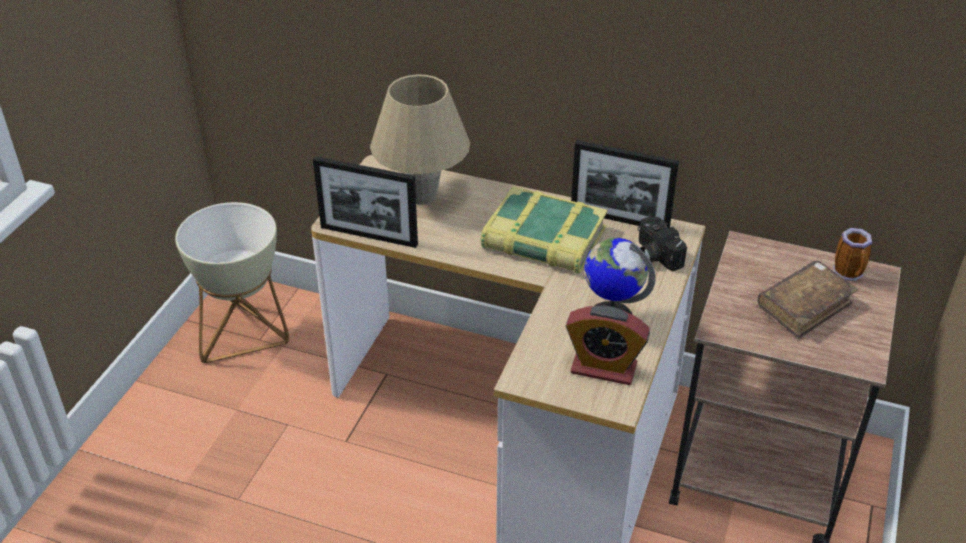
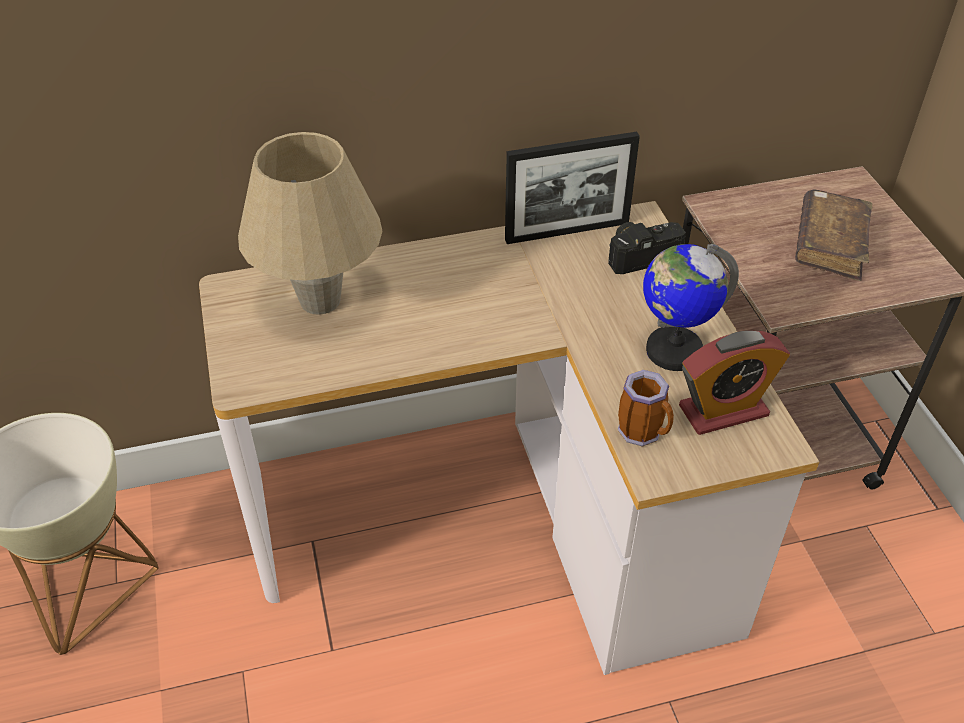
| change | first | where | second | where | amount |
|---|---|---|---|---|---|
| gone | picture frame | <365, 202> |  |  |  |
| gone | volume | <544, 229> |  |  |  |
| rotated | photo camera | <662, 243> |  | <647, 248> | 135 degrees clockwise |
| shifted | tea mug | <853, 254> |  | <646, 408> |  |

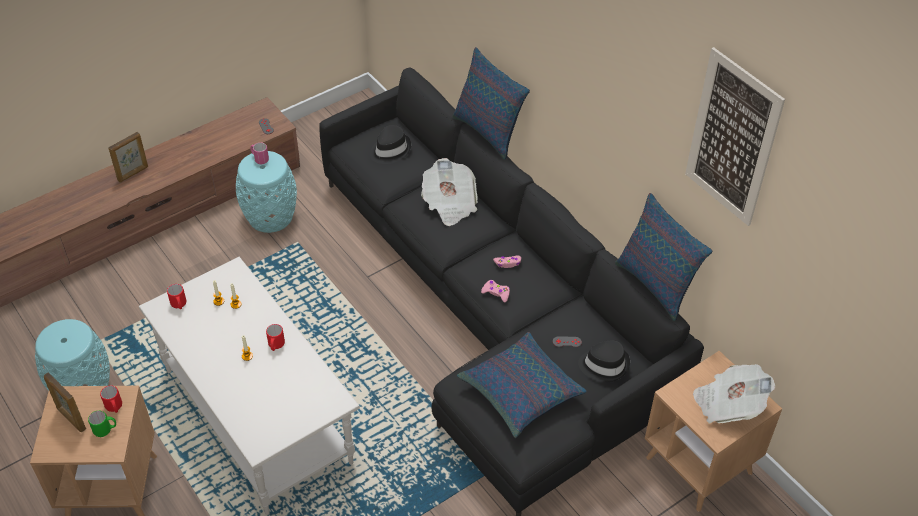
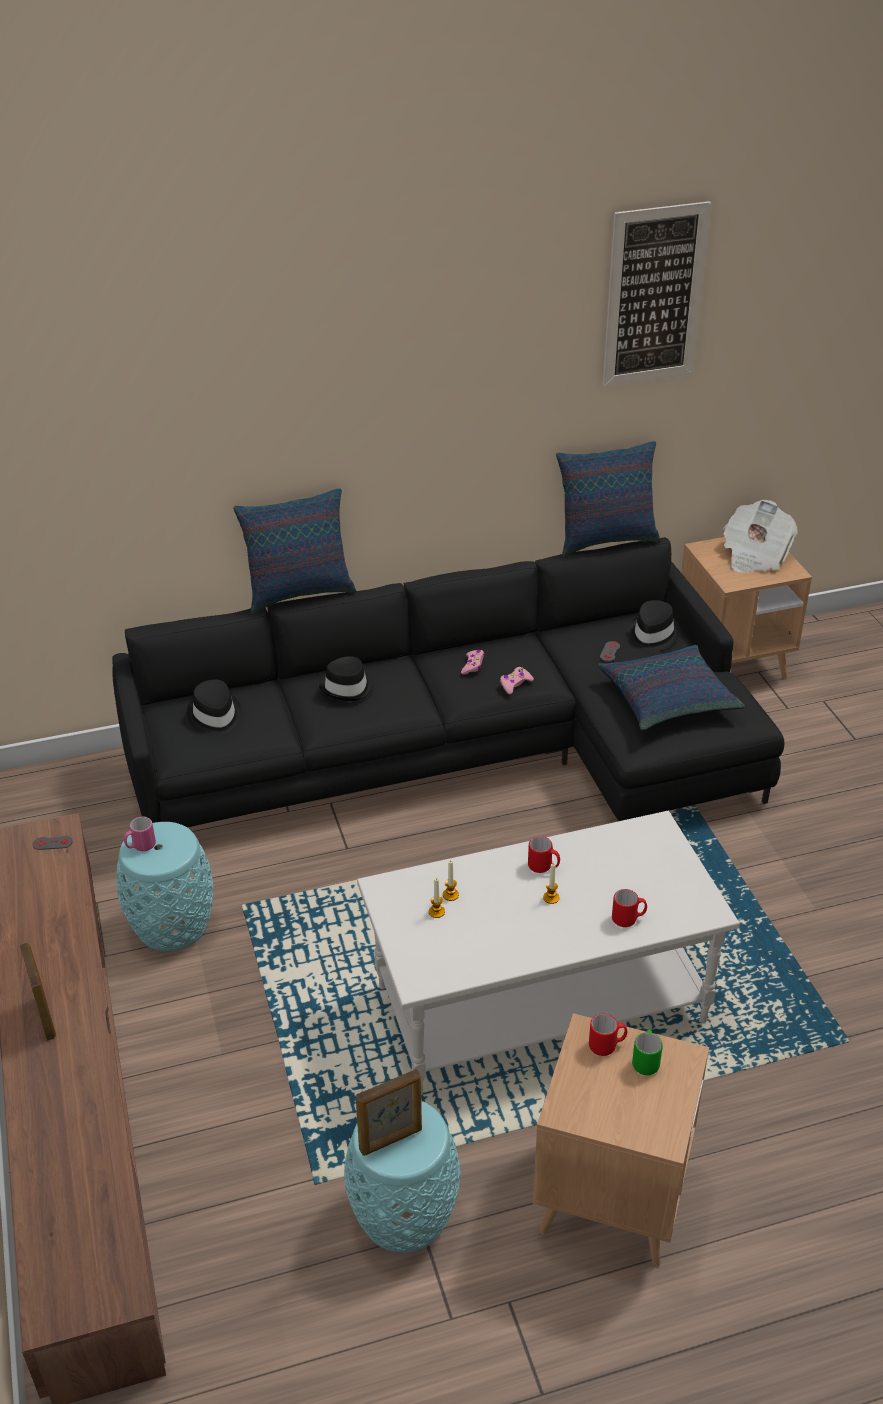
| change | first | where | second | where | amount |
|---|---|---|---|---|---|
| swapped | newspaper | <449, 192> | black-coloured clothing hat | <346, 678> |  |
| shifted | reddish tea mug | <176, 296> |  | <629, 908> |  |
| shifted | picture frame | <65, 402> |  | <389, 1112> |  |

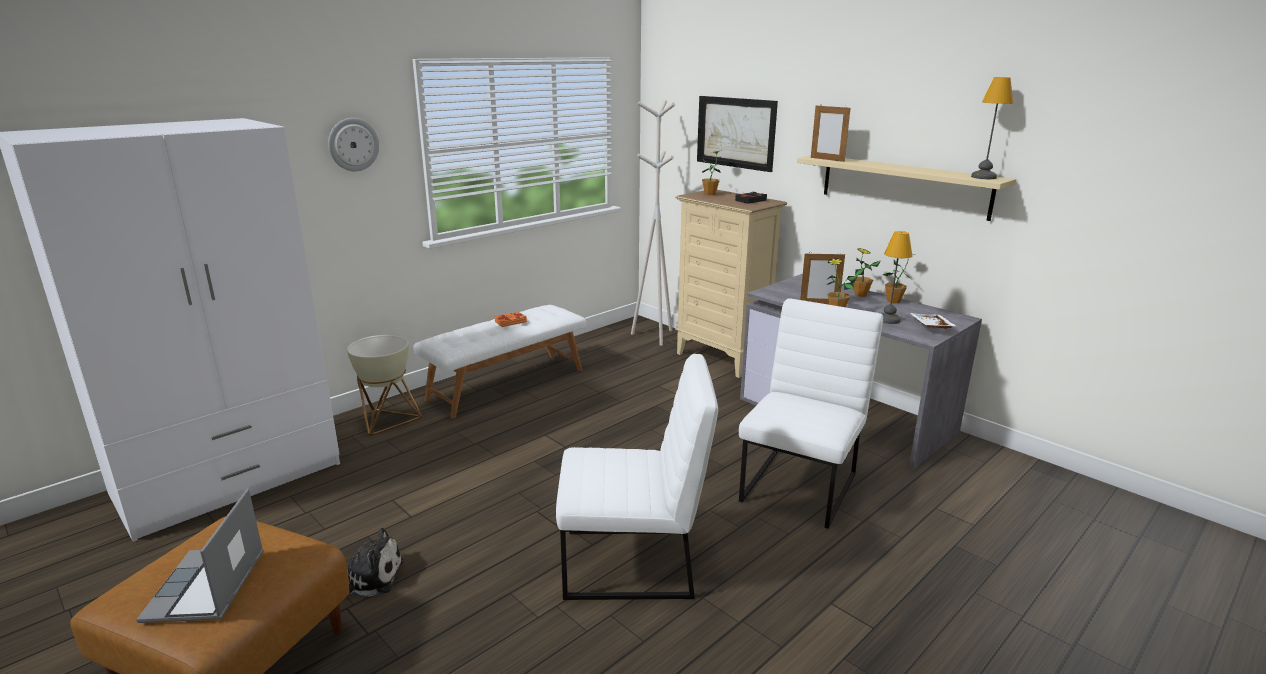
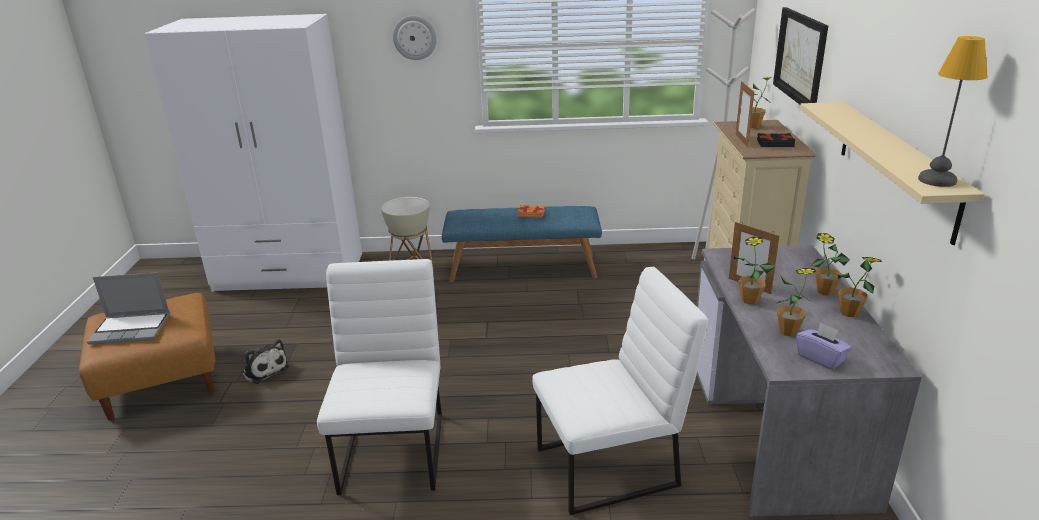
| change | first | where | second | where | amount |
|---|---|---|---|---|---|
| shifted | picture frame | <831, 134> |  | <745, 114> |  |
| swapped | table lamp | <896, 277> | plant in a pot | <796, 302> |  |
| repainted | white-coloured indoor bench | <499, 362> | blue-coloured indoor bench | <522, 244> |  |
| swapped | white-coloured carrying tray | <933, 321> | purple tissue box | <824, 346> |  |
| rotated | white-coloured plain chair | <637, 477> |  | <379, 377> | 135 degrees counterclockwise |
| rotated | portable computer | <199, 556> |  | <128, 308> | 135 degrees counterclockwise |

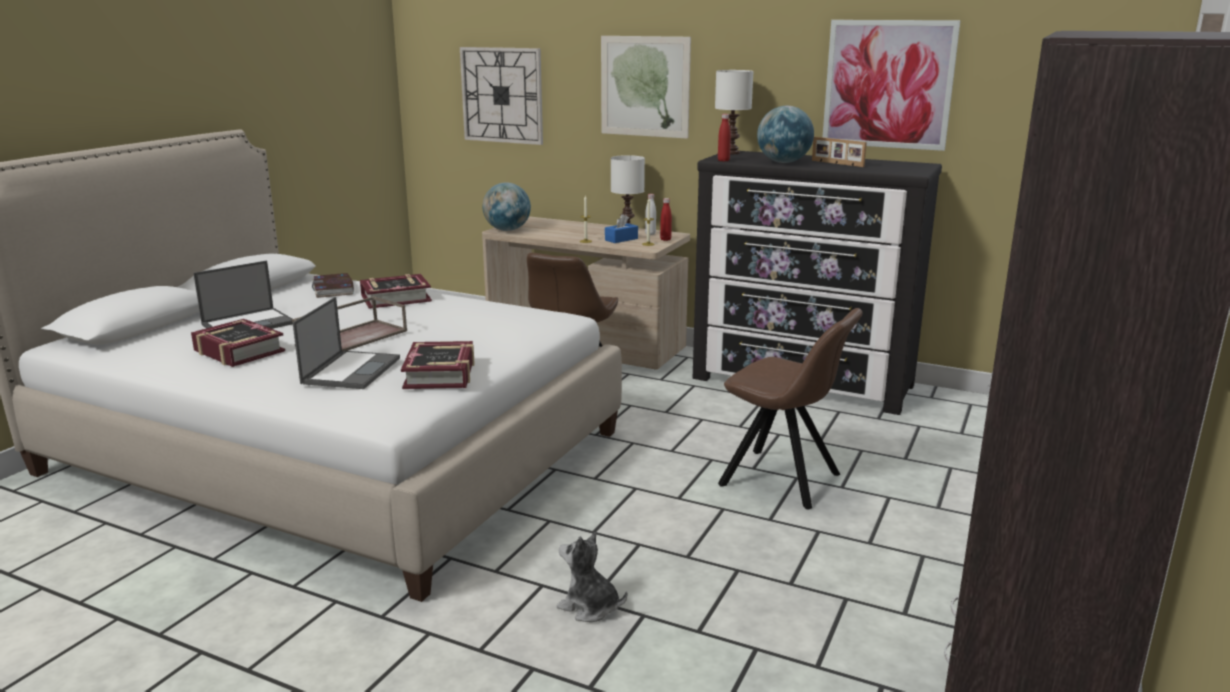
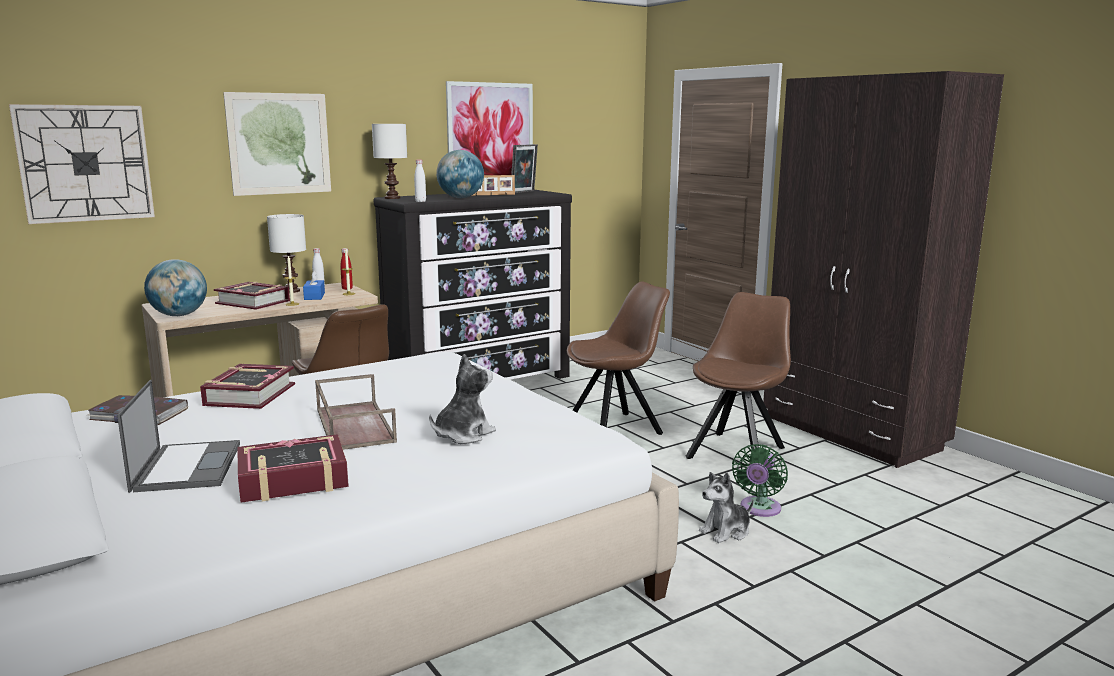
| change | first | where | second | where | amount |
|---|---|---|---|---|---|
| repainted | reddish bottle | <724, 138> | white-coloured bottle | <420, 181> |  |
| swapped | portable computer | <346, 343> | soft toy | <462, 399> |  |
| shifted | volume | <438, 365> |  | <252, 296> |  |
| new |  |  | picture frame | <524, 168> |  |
| new |  |  | brownish plain chair | <738, 375> |  |
| new |  |  | green electric fan | <760, 480> |  |

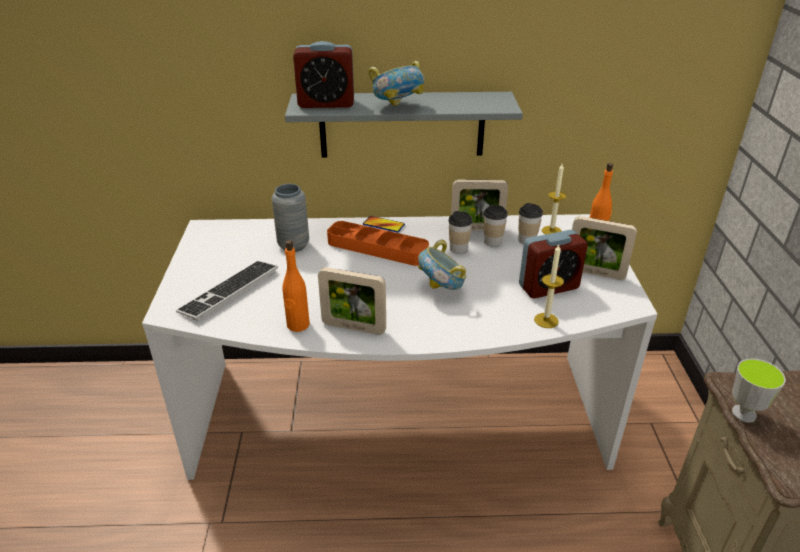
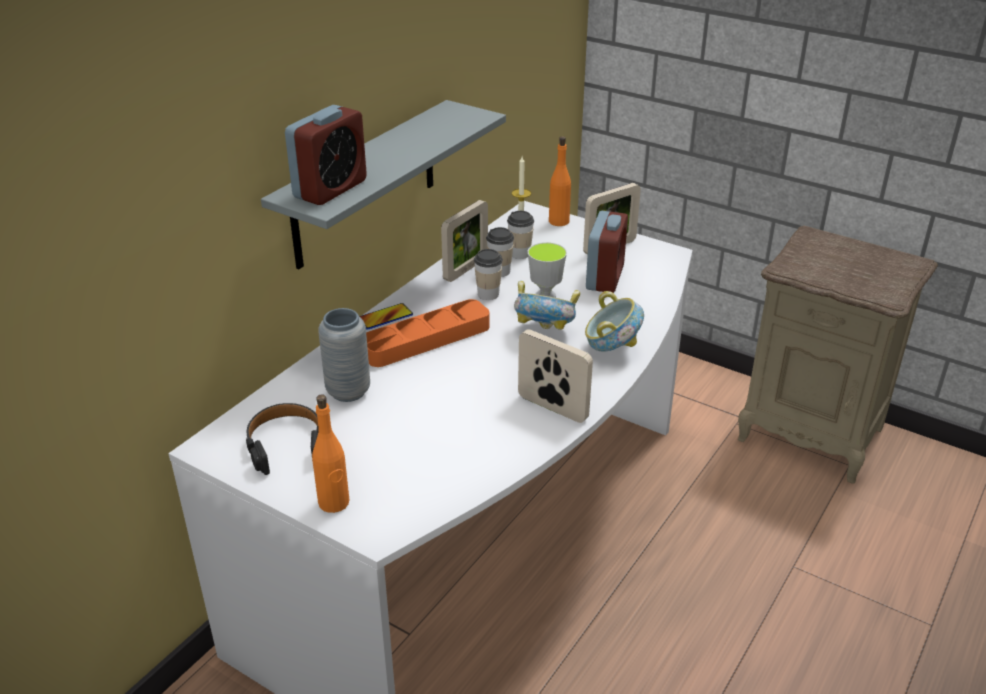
| change | first | where | second | where | amount |
|---|---|---|---|---|---|
| shifted | deep dish | <396, 83> |  | <614, 321> |  |
| shifted | orange-coloured bottle | <296, 286> |  | <330, 453> |  |
| gone | wax candle | <549, 286> |  |  |  |
| gone | PC keyboard | <227, 291> |  |  |  |
| rotated | picture frame | <352, 301> |  | <555, 376> | 105 degrees counterclockwise |
| shifted | cup | <759, 390> |  | <547, 270> |  |
| new |  |  | black-coloured headphones | <282, 439> |  |

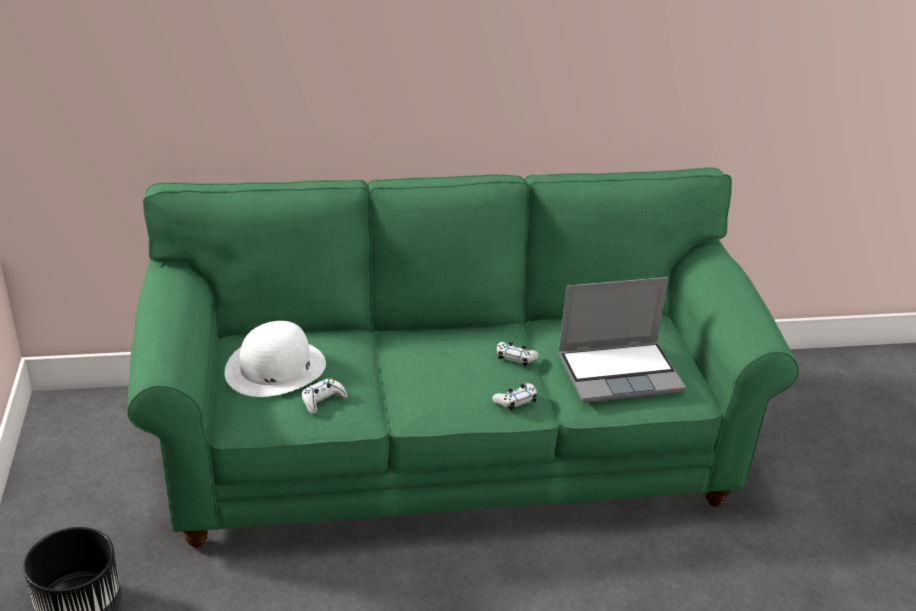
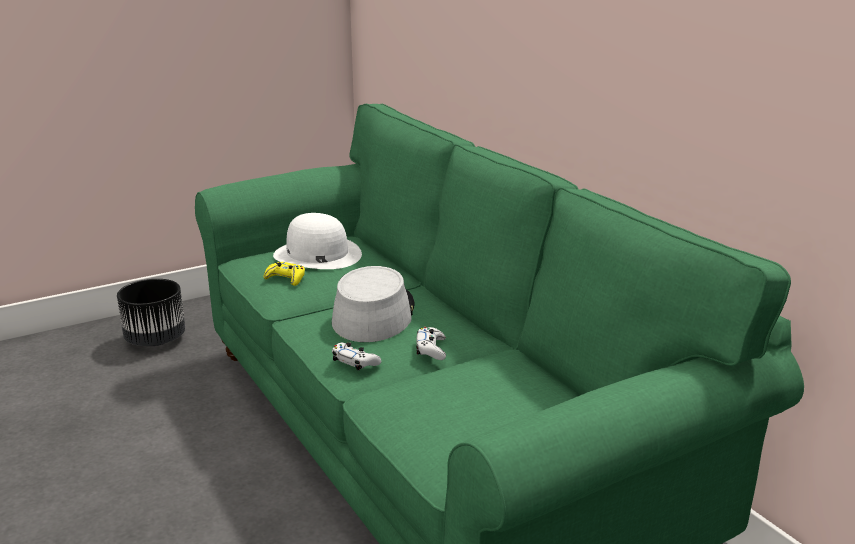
| change | first | where | second | where | amount |
|---|---|---|---|---|---|
| gone | portable computer | <622, 340> |  |  |  |
| repainted | white-coloured game controller | <324, 396> | yellow game controller | <284, 274> |  |
| new |  |  | gray clothing hat | <373, 304> |  |

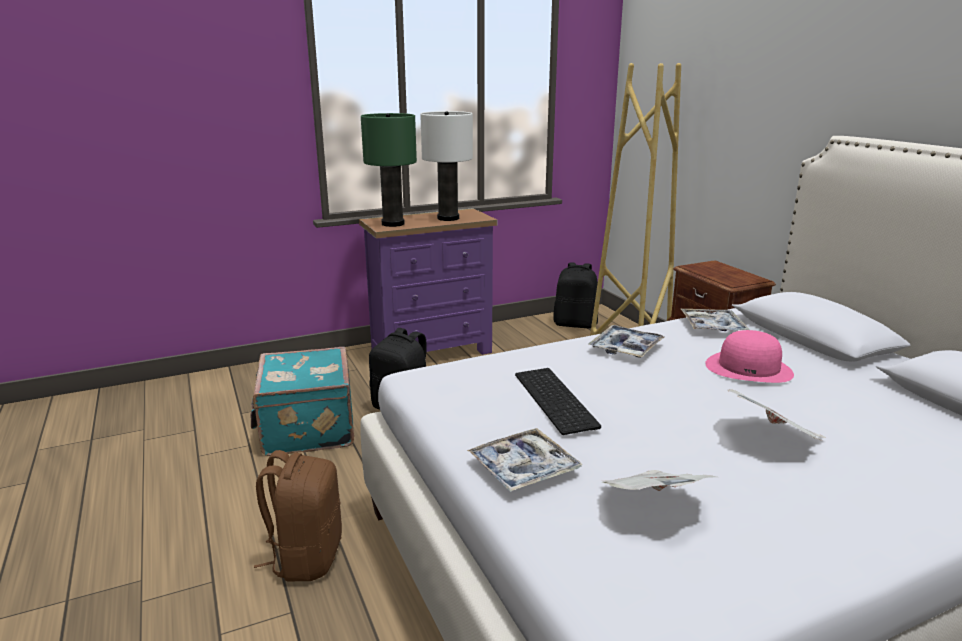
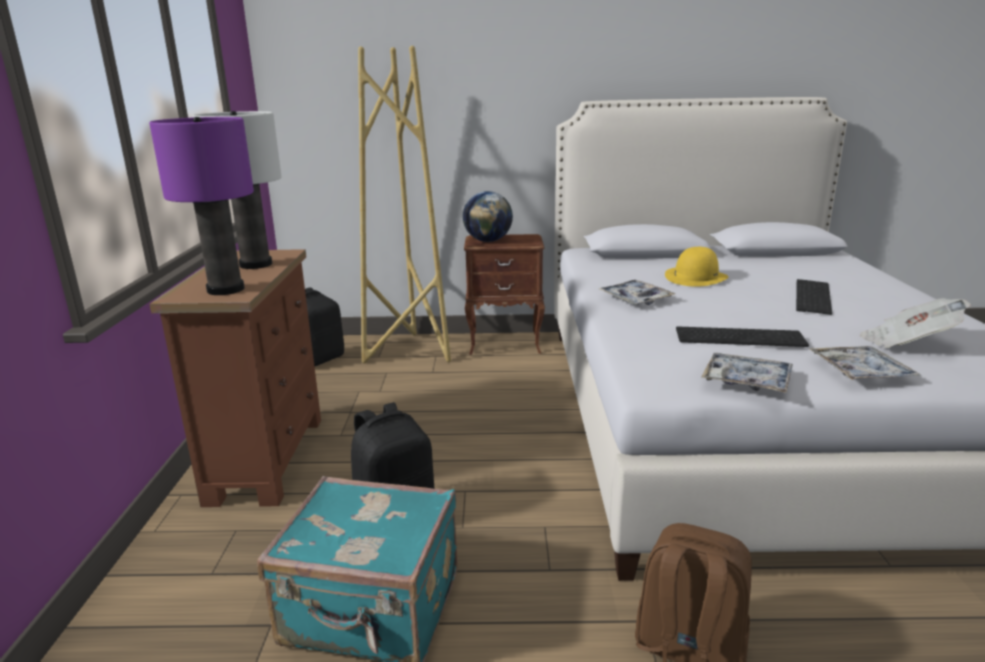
| change | first | where | second | where | amount |
|---|---|---|---|---|---|
| repainted | green table lamp | <389, 170> | purple table lamp | <201, 206> |  |
| repainted | purple dresser | <428, 281> | brownish dresser | <235, 378> |  |
| shifted | carrying tray | <715, 320> |  | <747, 373> |  |
| repainted | pink-coloured clothing hat | <749, 356> | yellow clothing hat | <696, 267> |  |
| swapped | newspaper | <776, 415> | PC keyboard | <814, 297> |  |
| new |  |  | globe | <488, 216> |  |

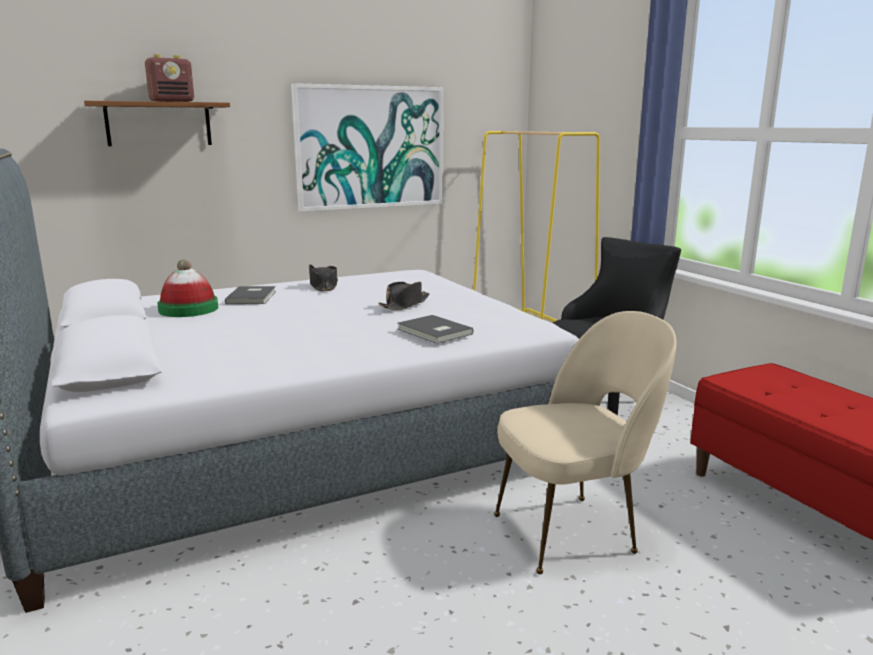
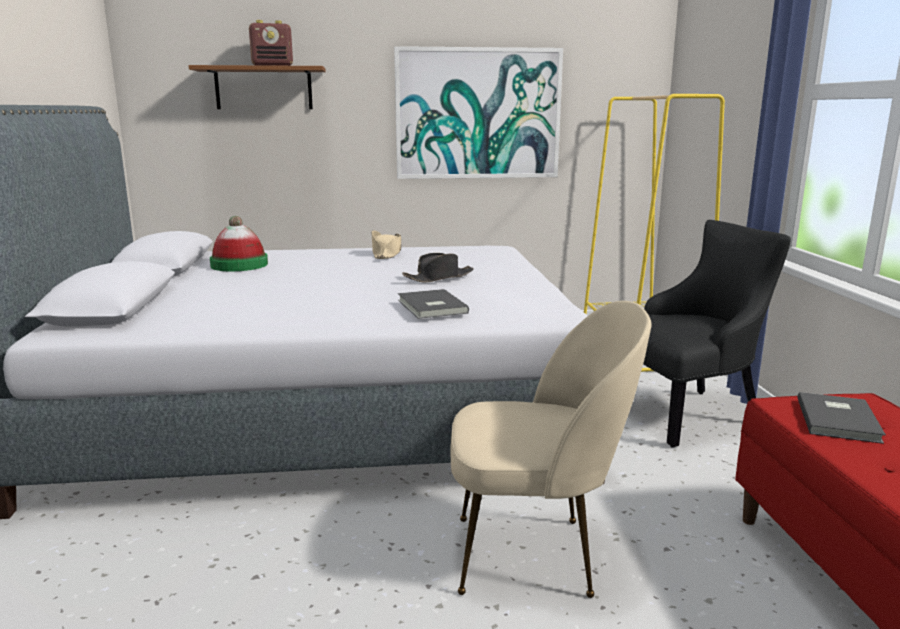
| change | first | where | second | where | amount |
|---|---|---|---|---|---|
| repainted | black-coloured clothing hat | <323, 277> | beige clothing hat | <386, 245> |  |
| shifted | gray volume | <250, 295> |  | <841, 418> |  |

